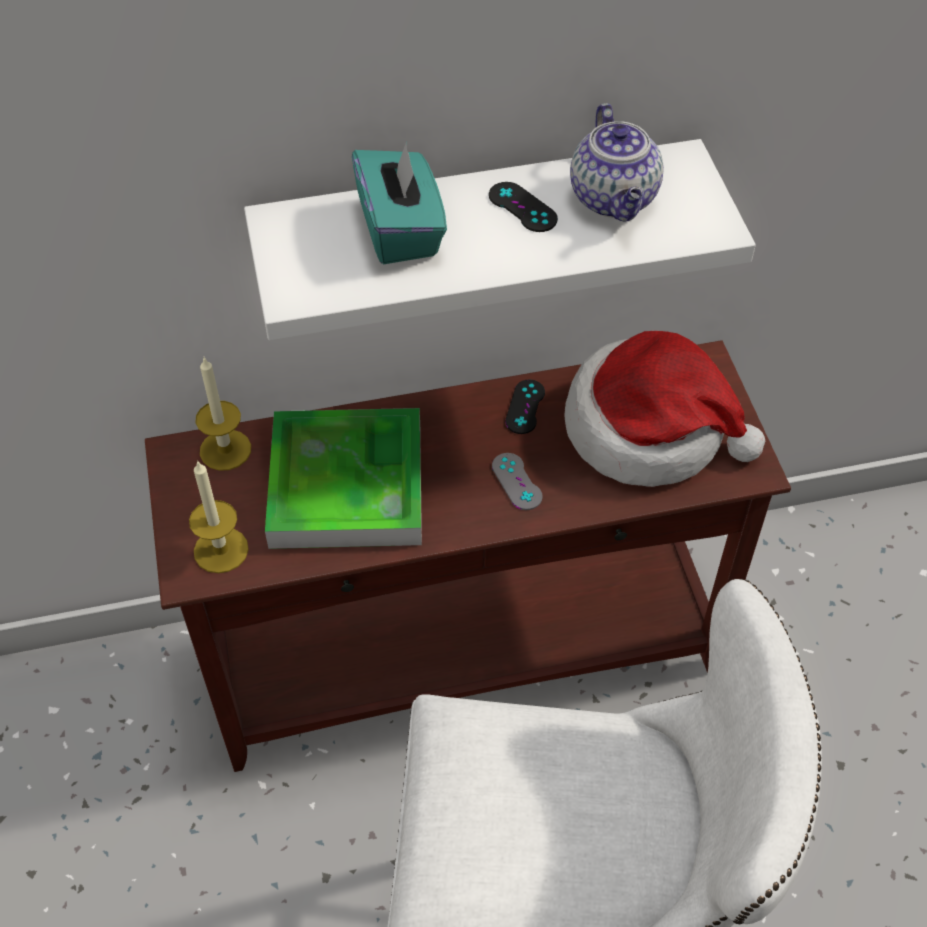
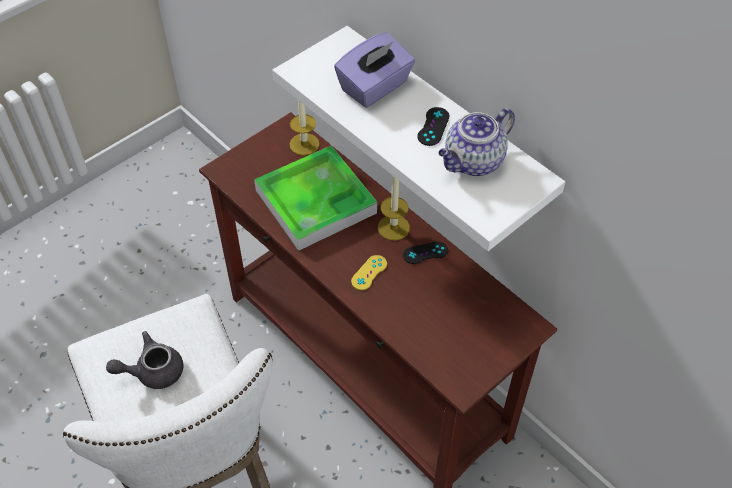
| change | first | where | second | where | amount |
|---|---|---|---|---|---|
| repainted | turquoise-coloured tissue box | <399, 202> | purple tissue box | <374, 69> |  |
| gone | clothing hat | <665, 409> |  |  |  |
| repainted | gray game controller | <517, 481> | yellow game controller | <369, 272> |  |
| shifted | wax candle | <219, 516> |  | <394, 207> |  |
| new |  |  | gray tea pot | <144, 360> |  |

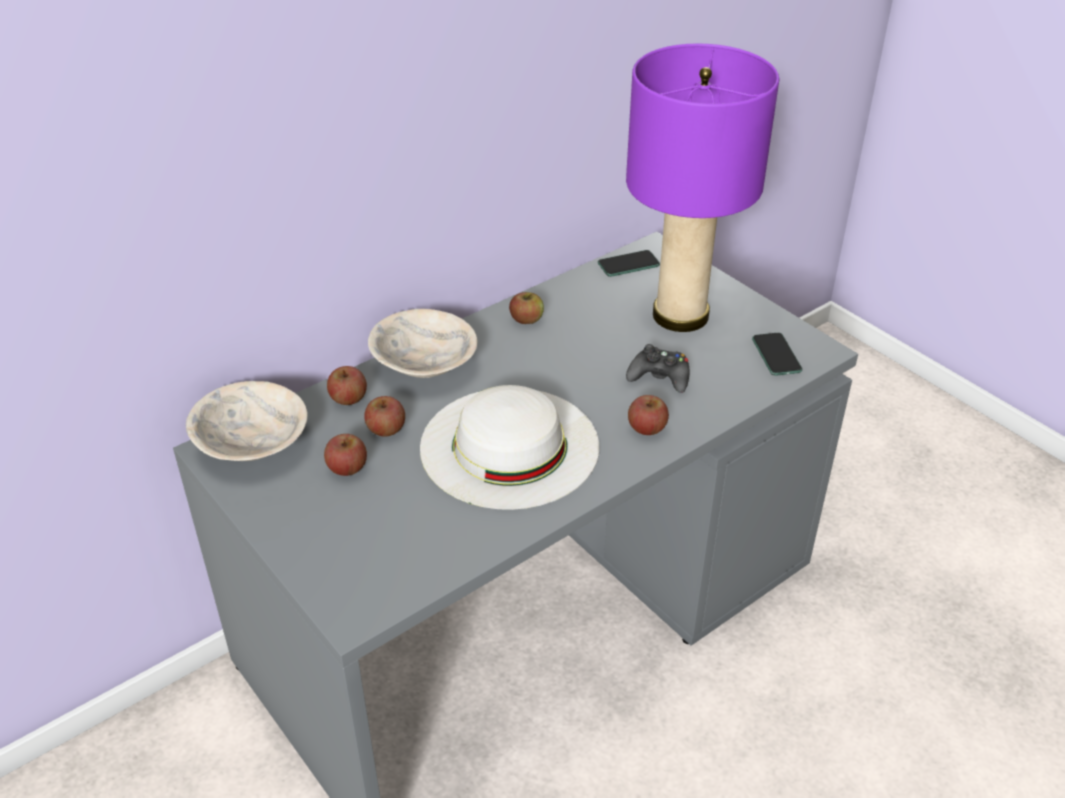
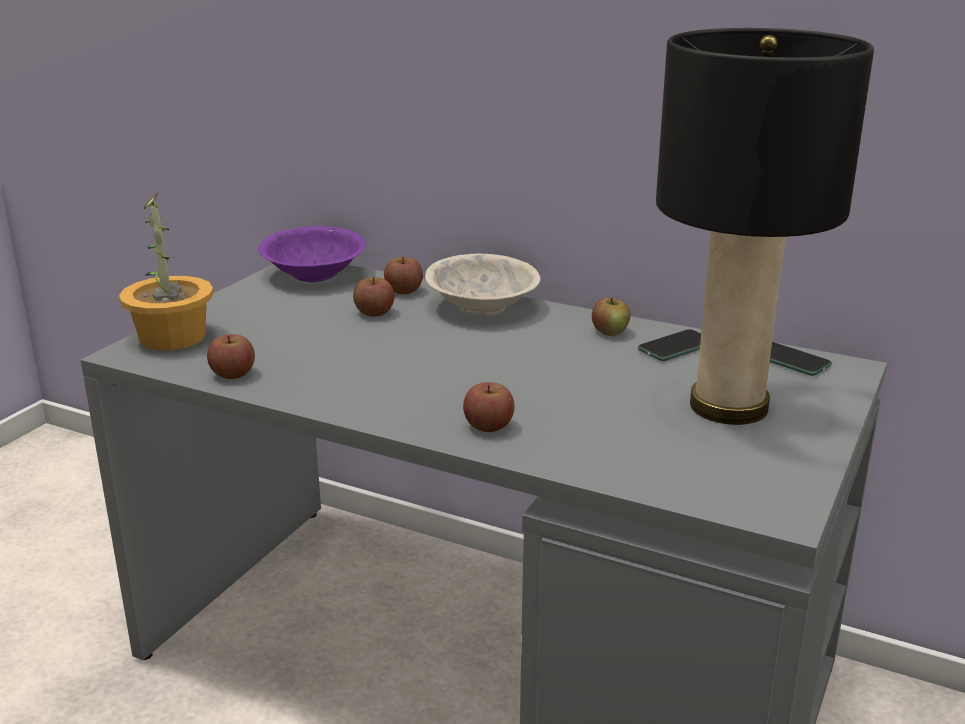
| change | first | where | second | where | amount |
|---|---|---|---|---|---|
| repainted | purple table lamp | <702, 187> | black-coloured table lamp | <765, 226> |  |
| shifted | telephone | <777, 354> |  | <669, 345> |  |
| gone | black-coloured game controller | <657, 368> |  |  |  |
| repainted | beige deep dish | <247, 421> | purple deep dish | <312, 254> |  |
| gone | white-coloured clothing hat | <509, 447> |  |  |  |
| shifted | whole apple | <345, 455> |  | <231, 356> |  |
| new |  |  | plant in a pot | <166, 271> |  |

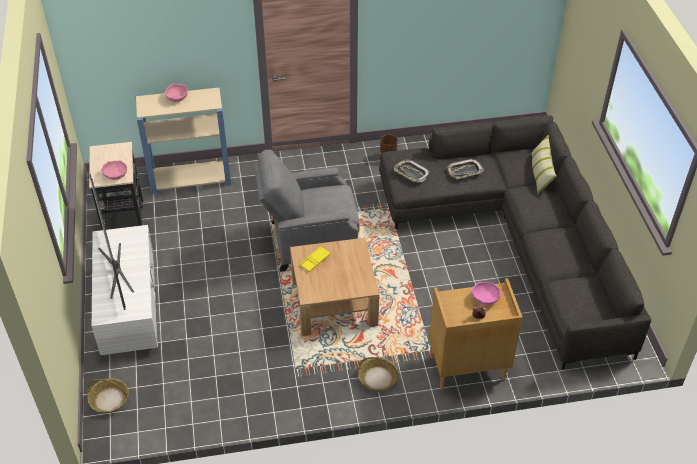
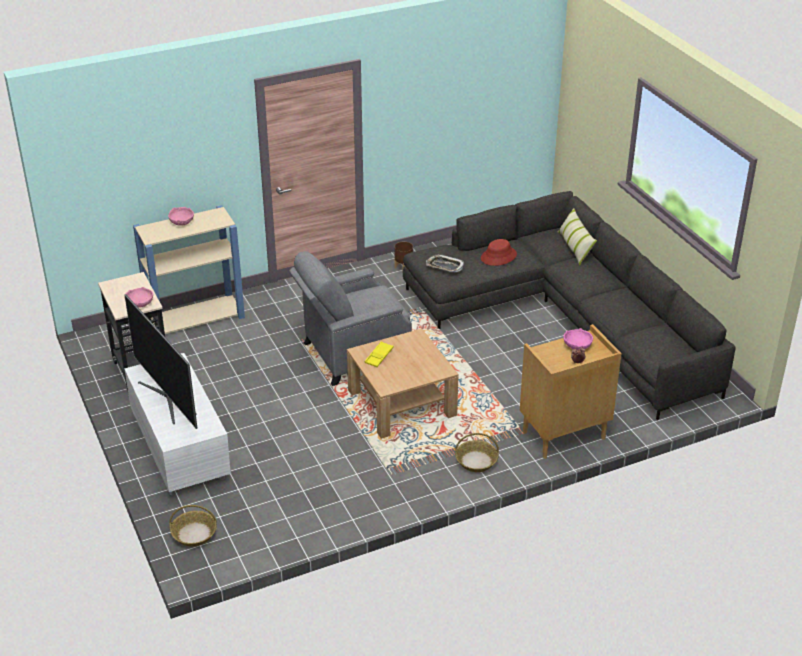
| change | first | where | second | where | amount |
|---|---|---|---|---|---|
| swapped | carrying tray | <465, 169> | reddish clothing hat | <499, 252> |  |

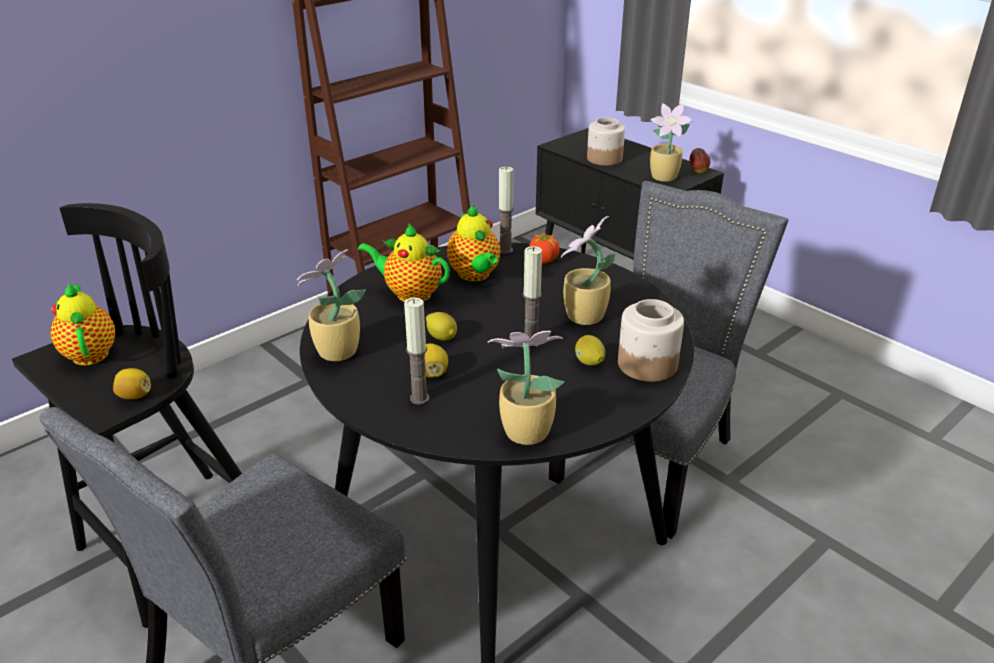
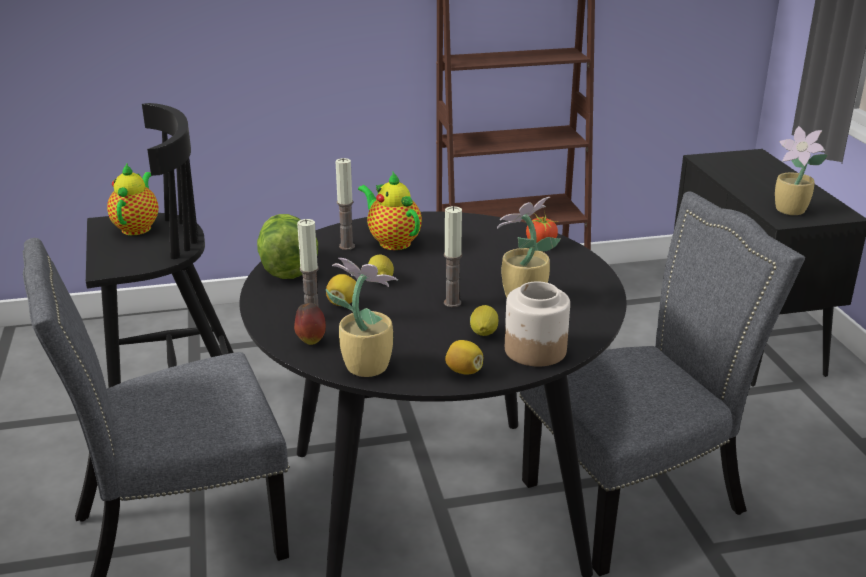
| change | first | where | second | where | amount |
|---|---|---|---|---|---|
| gone | jar | <606, 142> |  |  |  |
| shifted | whole apple | <700, 160> |  | <310, 324> |  |
| shifted | wax candle | <506, 210> |  | <345, 204> |  |
| gone | tea pot | <474, 243> |  |  |  |
| swapped | plant in a pot | <331, 305> | lettuce head | <287, 246> |  |
| shifted | lemon | <132, 383> |  | <464, 357> |  |

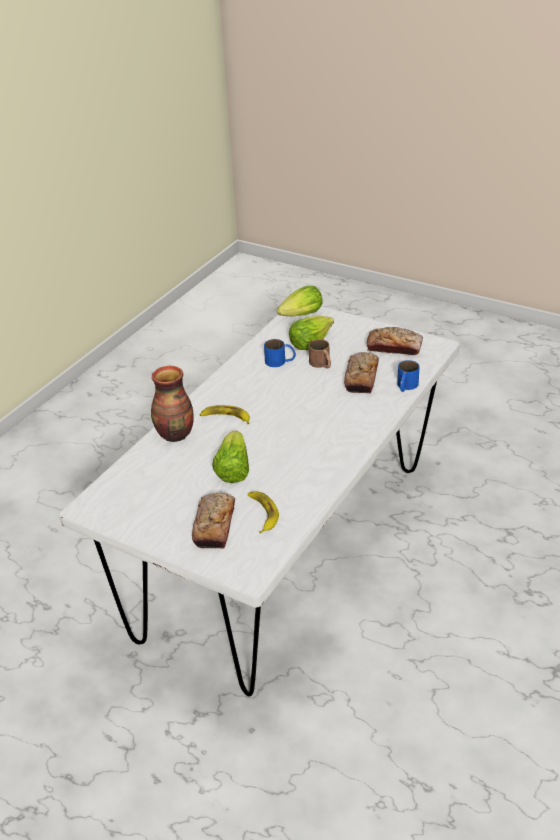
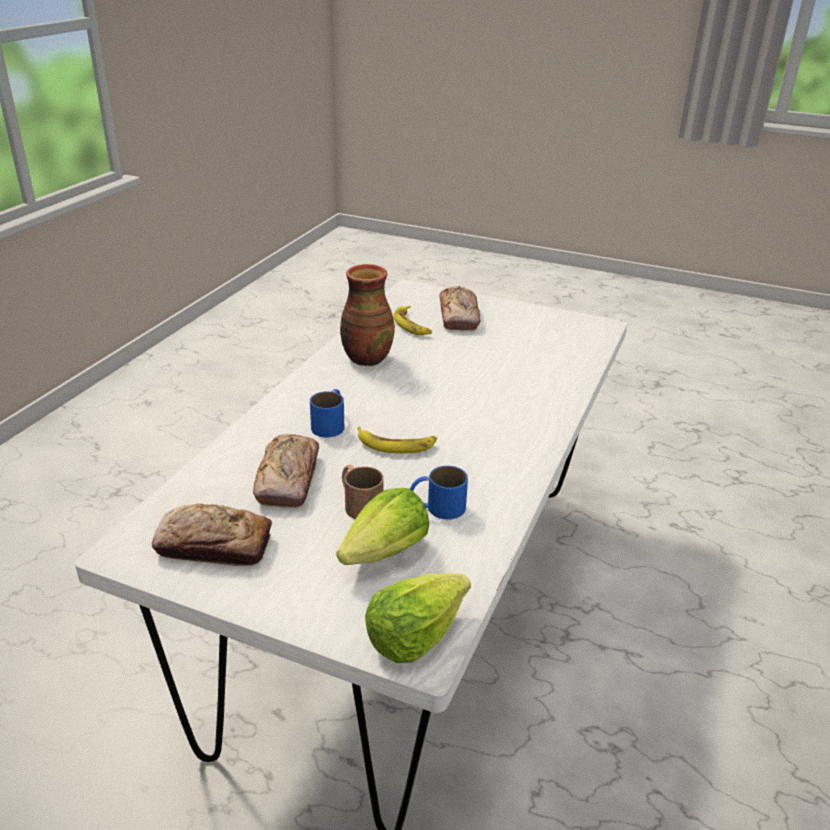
| change | first | where | second | where | amount |
|---|---|---|---|---|---|
| shifted | blue-coloured tea mug | <408, 376> |  | <327, 413> |  |
| shifted | flower vase | <172, 404> |  | <367, 315> |  |
| shifted | banana | <225, 414> |  | <397, 440> |  |
| gone | lettuce head | <230, 456> |  |  |  |

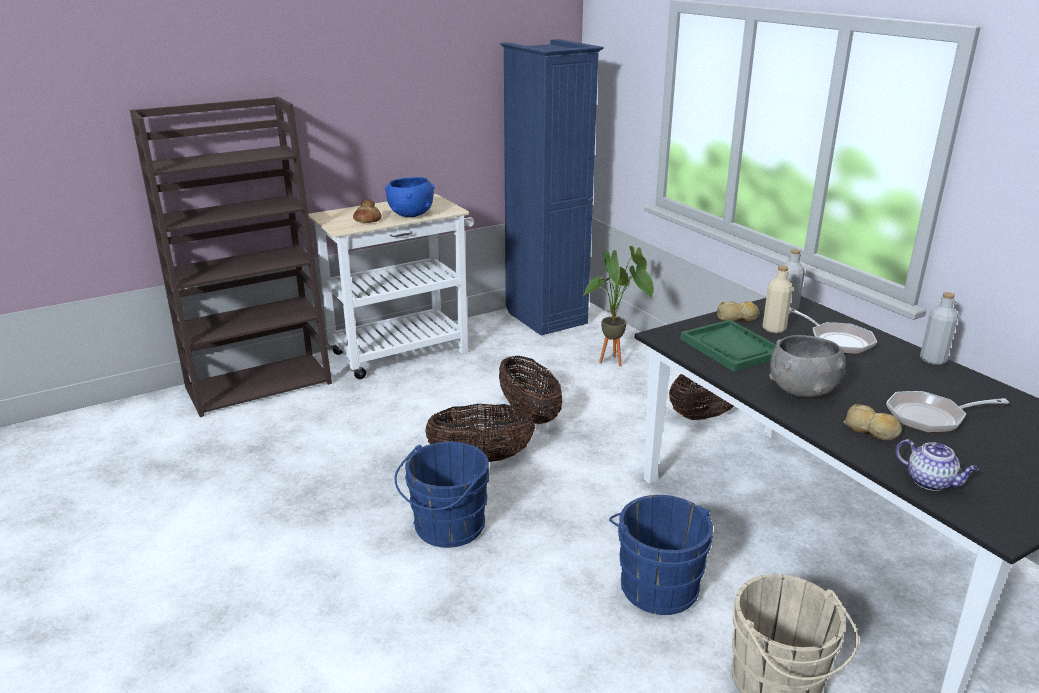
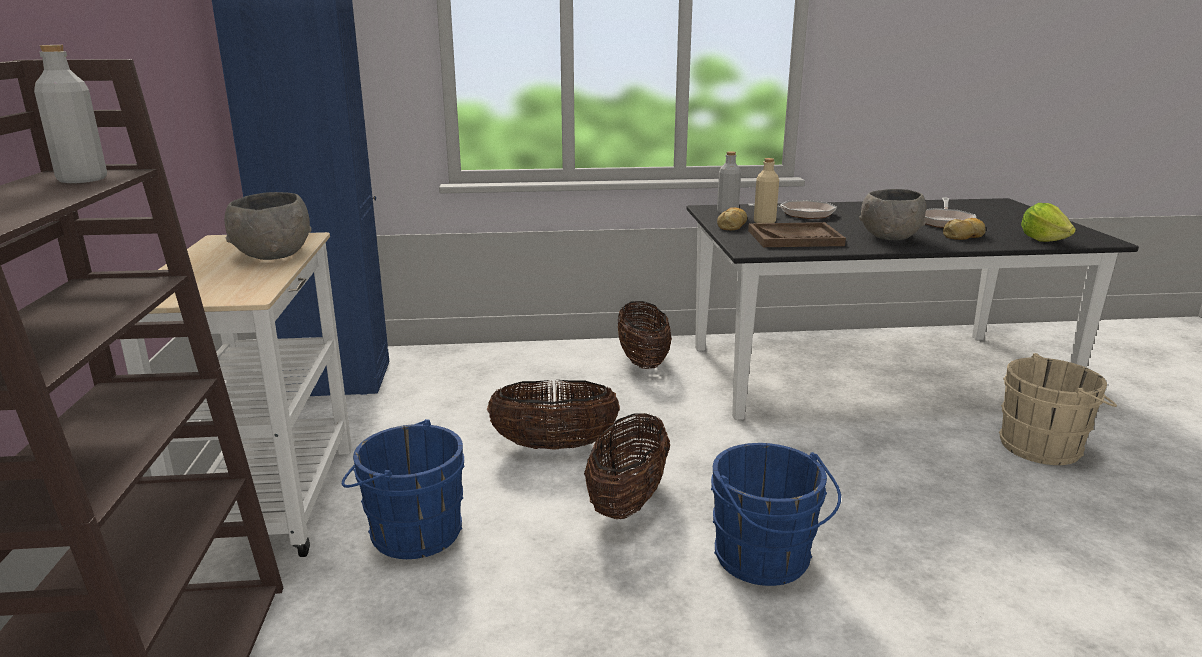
| change | first | where | second | where | amount |
|---|---|---|---|---|---|
| repainted | blue-coloured deep dish | <410, 197> | gray deep dish | <267, 226> |  |
| gone | bread | <367, 211> |  |  |  |
| gone | plant in a pot | <618, 306> |  |  |  |
| shifted | gray bottle | <939, 328> |  | <70, 114> |  |
| repainted | green carrying tray | <728, 346> | brownish carrying tray | <797, 234> |  |
| swapped | tea pot | <937, 465> | lettuce head | <1048, 222> |  |
| shifted | blue-coloured bucket | <661, 555> |  | <403, 489> |  |

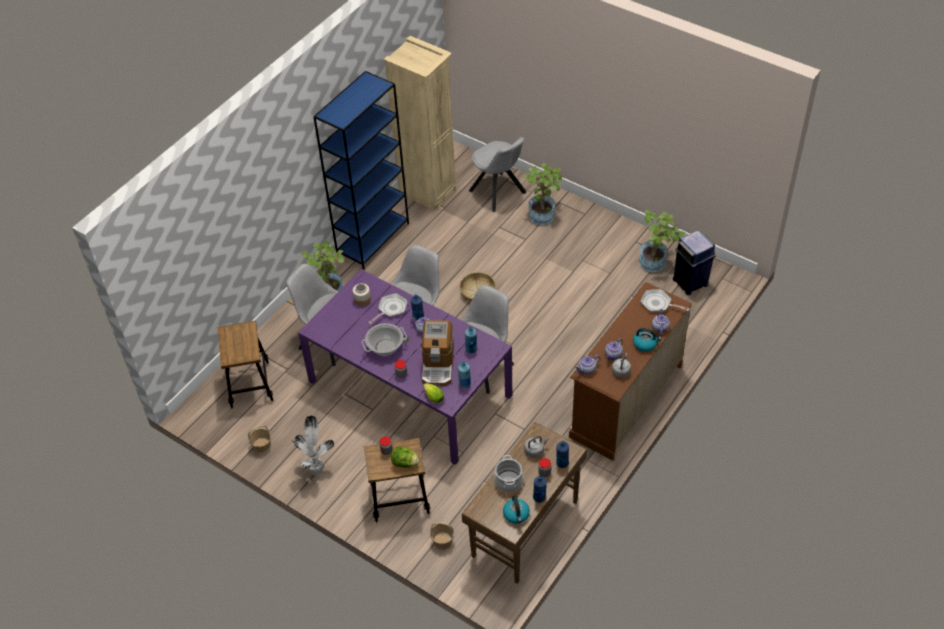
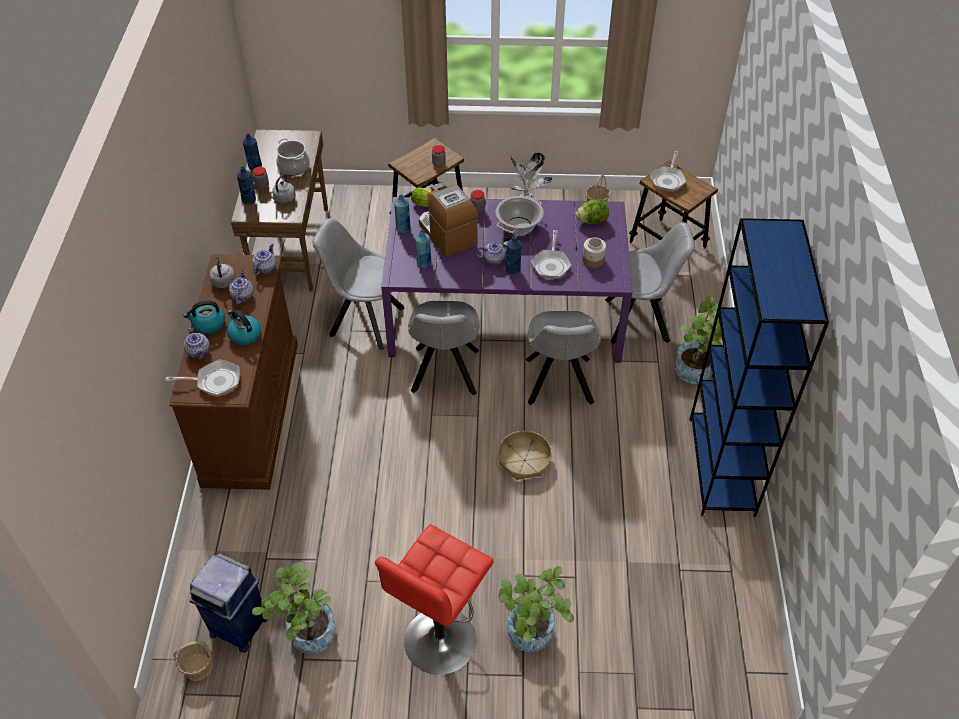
| change | first | where | second | where | amount |
|---|---|---|---|---|---|
| gone | beige cupboard | <419, 123> |  |  |  |
| shifted | gray plain chair | <498, 174> |  | <359, 284> |  |
| shifted | lettuce head | <405, 457> |  | <592, 211> |  |
| shifted | water kettle | <516, 509> |  | <244, 327> |  |
| shifted | household basket | <442, 536> |  | <192, 661> |  |
| new |  |  | pan | <668, 171> |  |
| new |  |  | reddish sitting stool | <434, 599> |  |

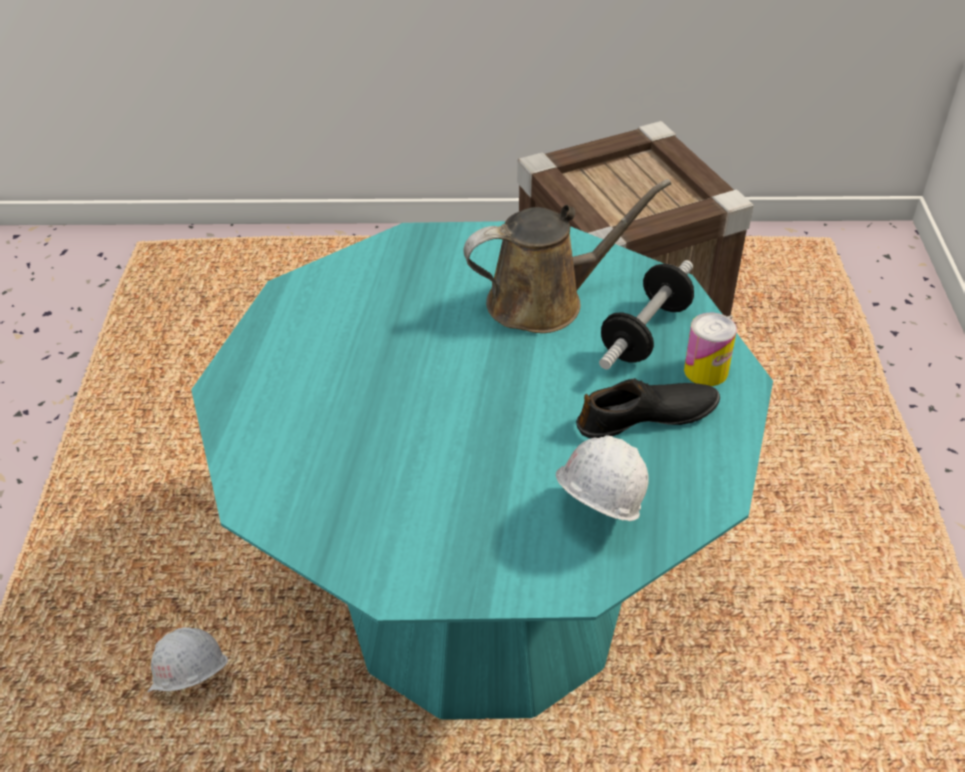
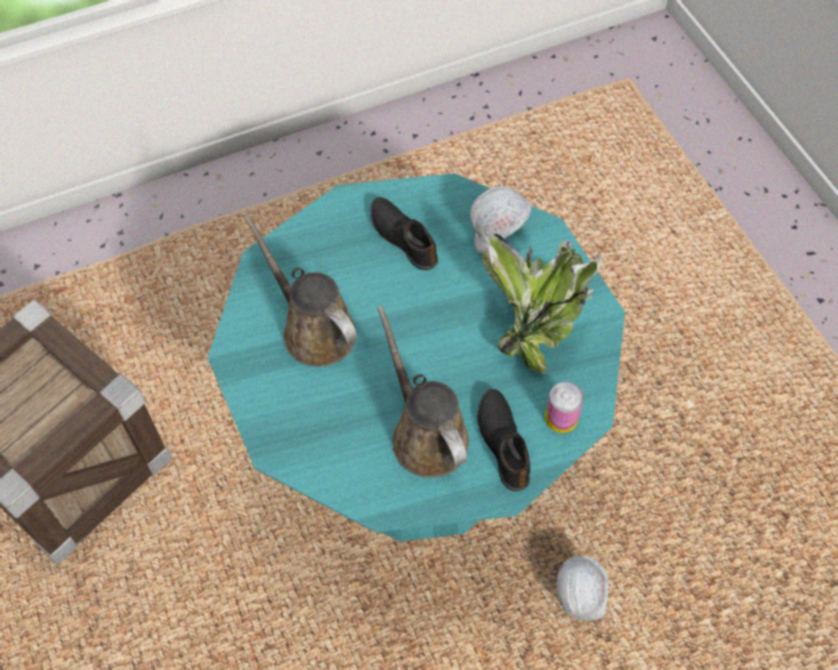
| change | first | where | second | where | amount |
|---|---|---|---|---|---|
| gone | free weight | <646, 315> |  |  |  |
| shifted | can | <710, 349> |  | <564, 407> |  |
| new |  |  | plant in a pot | <543, 304> |  |
| new |  |  | brownish watering pot | <423, 391> |  |
| new |  |  | black-coloured low shoe | <503, 440> |  |

